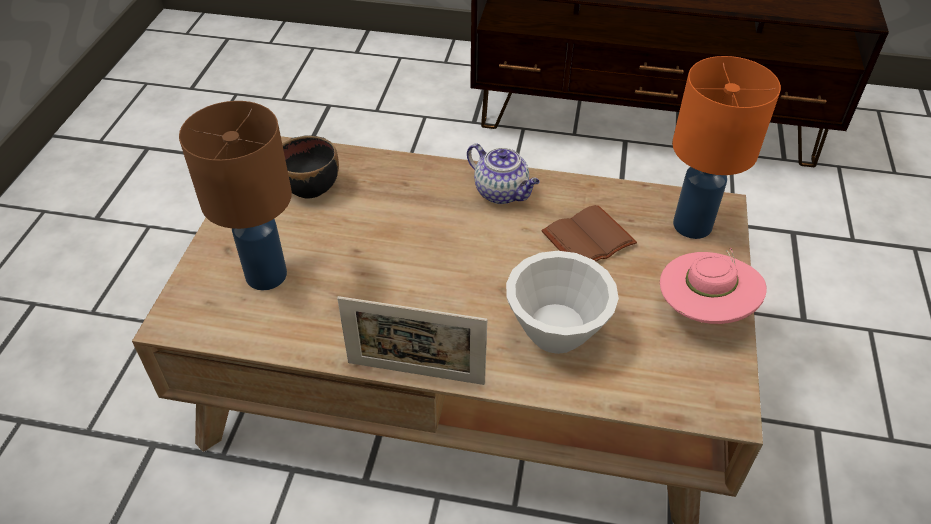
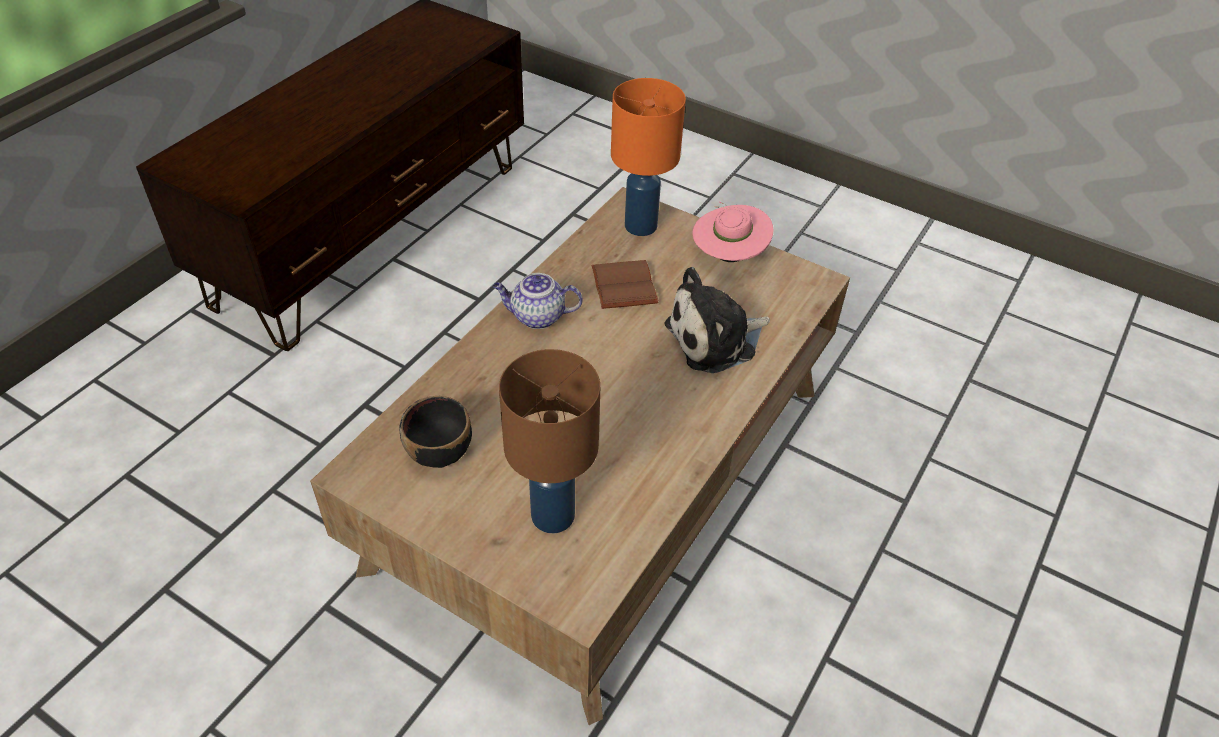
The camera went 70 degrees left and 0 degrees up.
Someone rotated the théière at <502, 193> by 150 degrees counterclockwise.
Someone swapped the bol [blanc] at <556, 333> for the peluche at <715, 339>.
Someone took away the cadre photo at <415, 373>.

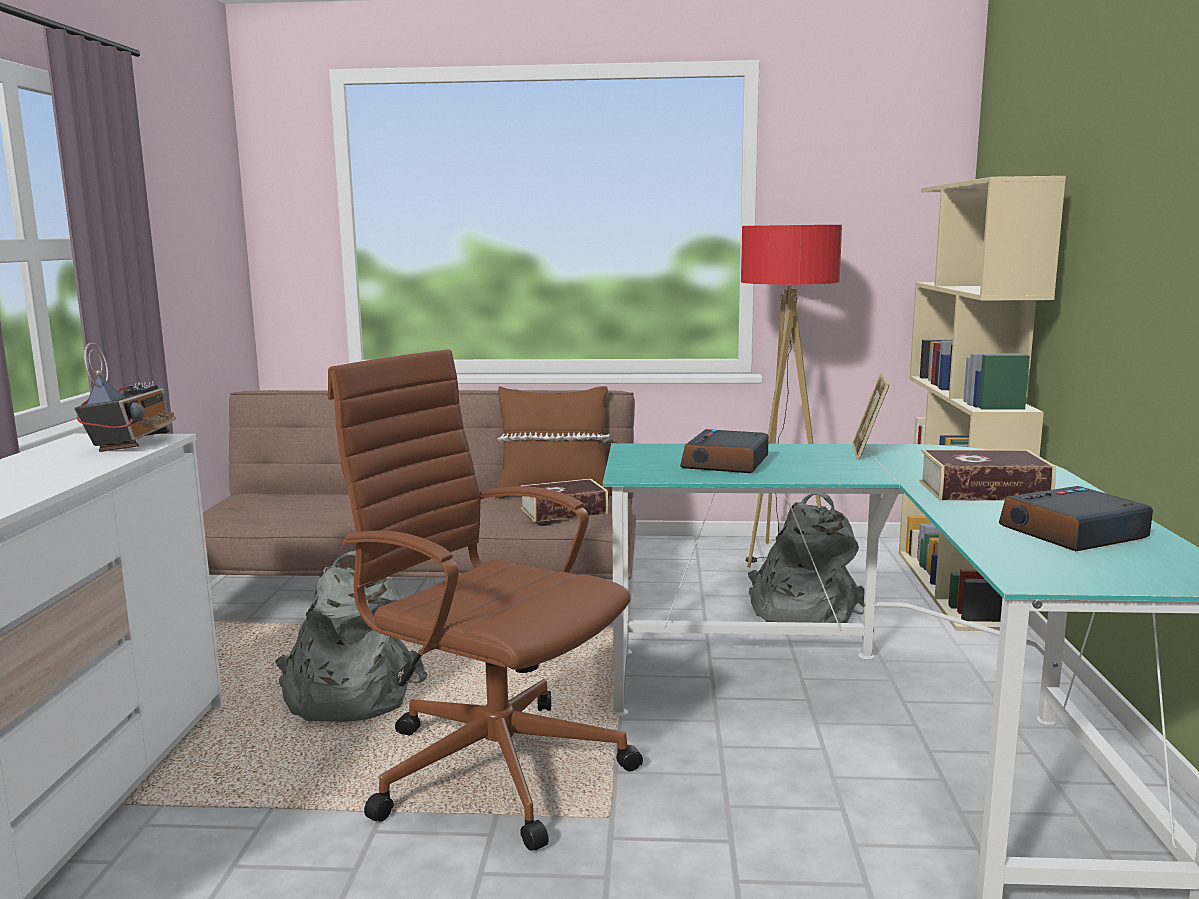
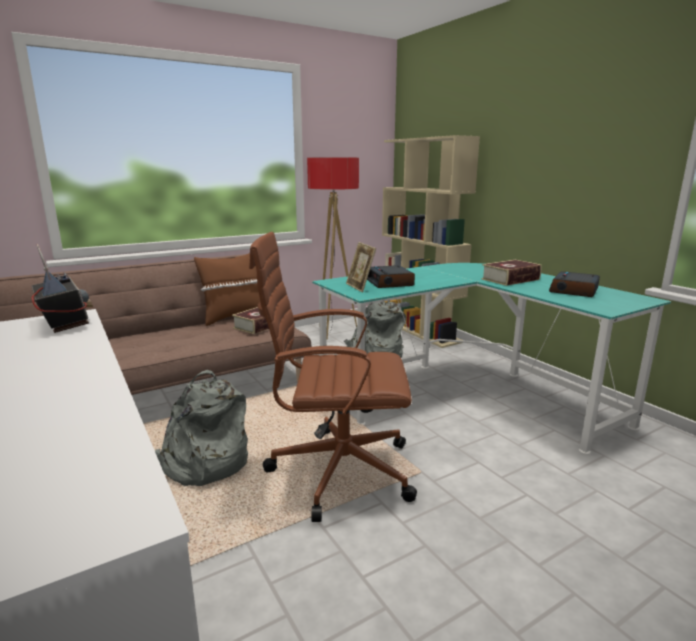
The camera went 35 degrees left and 5 degrees up.
Someone carried the cadre photo from <867, 452> to <360, 287>.

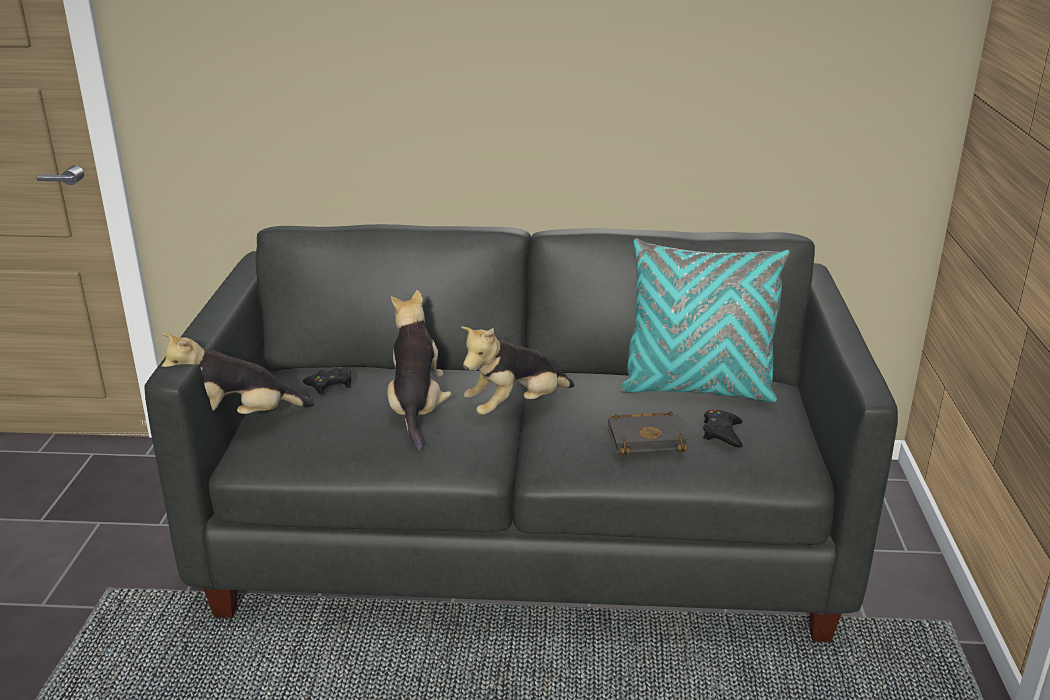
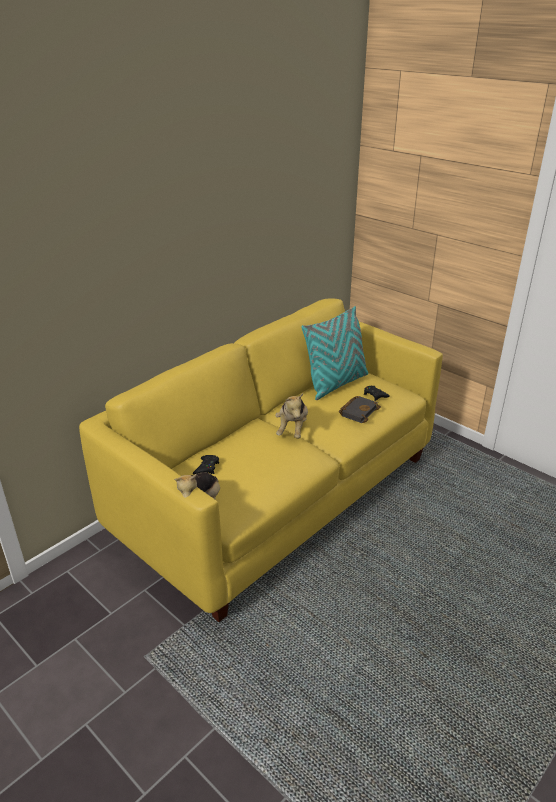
The camera went 50 degrees left and 5 degrees up.
Someone repainted the canapé [gris] at <527, 535>, which became the canapé [jaune] at <278, 494>.
Someone took away the peluche at <417, 409>.

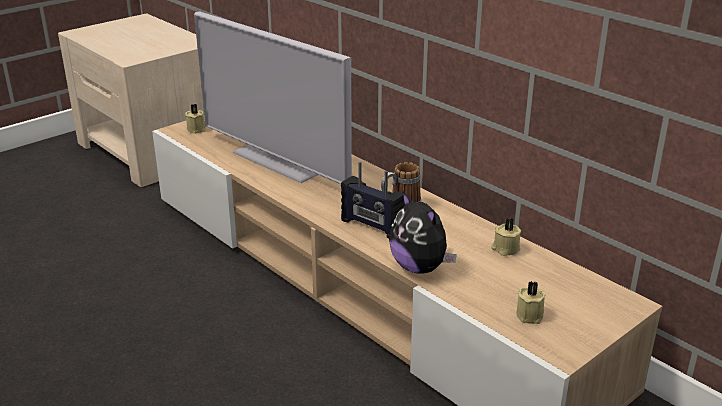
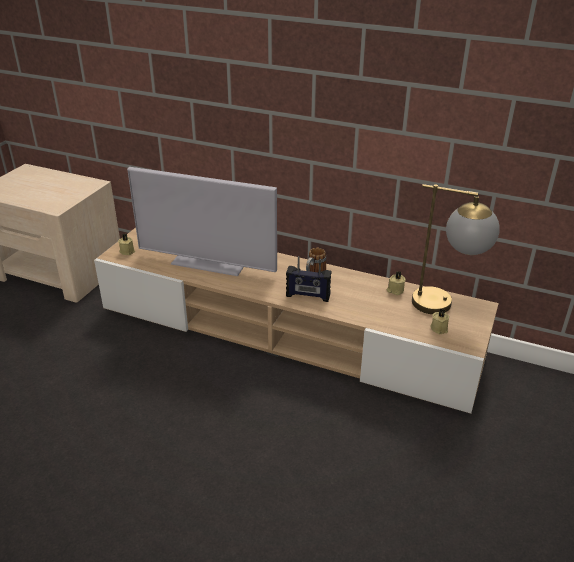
The camera went 25 degrees left and 5 degrees up.
Someone took away the peluche at <420, 267>.
Someone put down the lampe de table at <446, 305>.

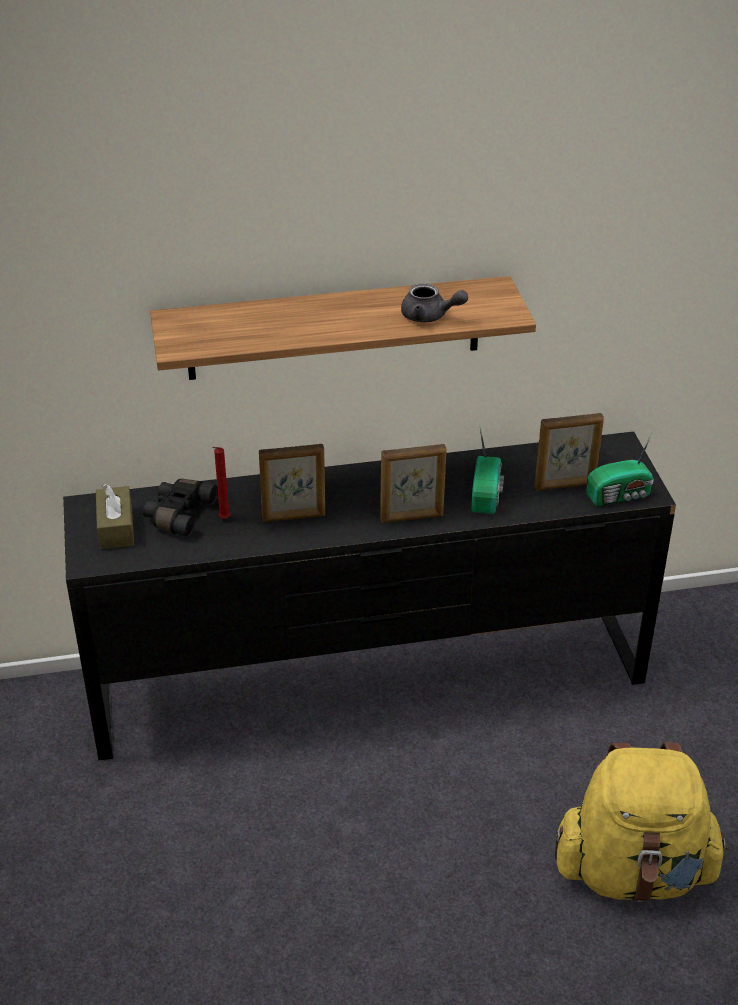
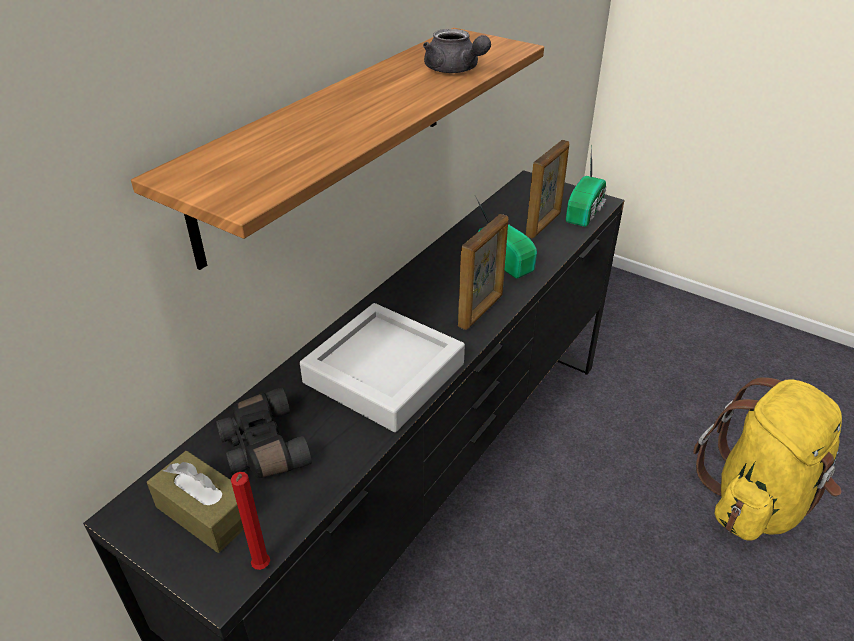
The camera went 45 degrees left and 0 degrees up.
Someone rotated the théière [gris] at <430, 316> by 75 degrees clockwise.
Someone swapped the cadre photo at <294, 517> for the plateau [gris] at <384, 373>.
Someone carried the bougie [rouge] from <223, 519> to <261, 568>.

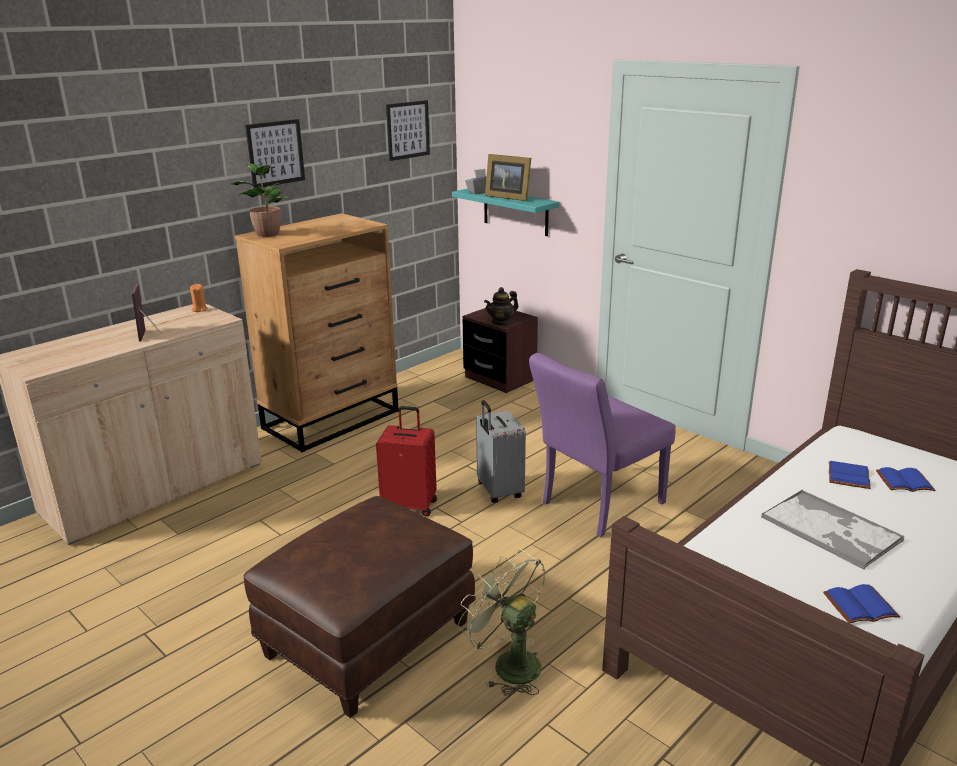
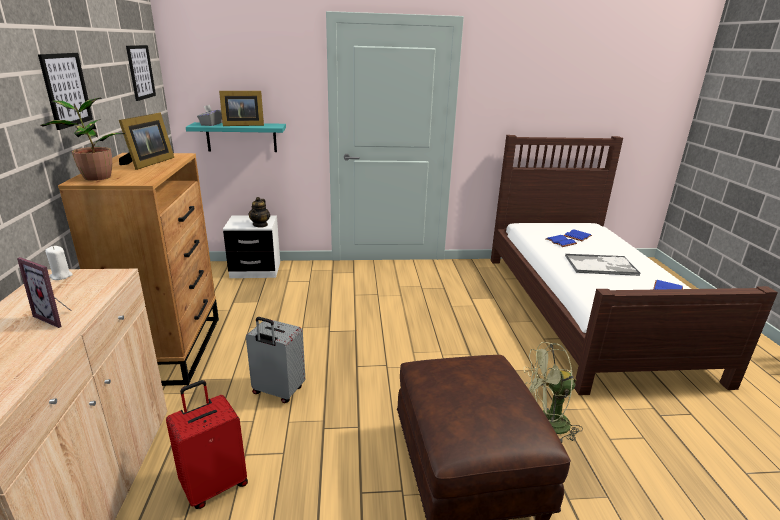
The camera went 50 degrees left and 0 degrees up.
Someone repainted the bougie [orange] at <199, 309>, which became the bougie [blanc] at <61, 276>.
Someone repainted the table de chevet [marron] at <500, 378>, which became the table de chevet [blanc] at <255, 270>.
Someone took away the chaise [violet] at <596, 506>.
Someone carried the valise [gris] from <498, 491> to <277, 391>.
Someone carried the valise [rouge] from <410, 505> to <214, 485>.
Someone put down the cadre photo at <148, 163>.

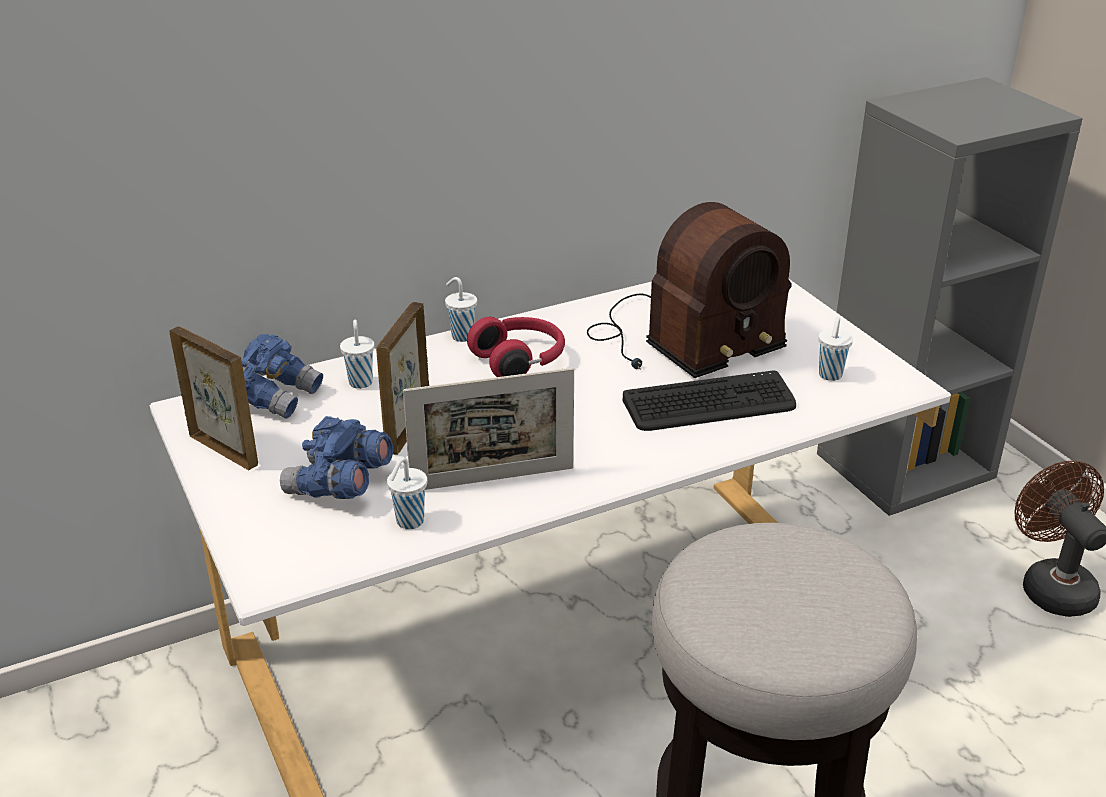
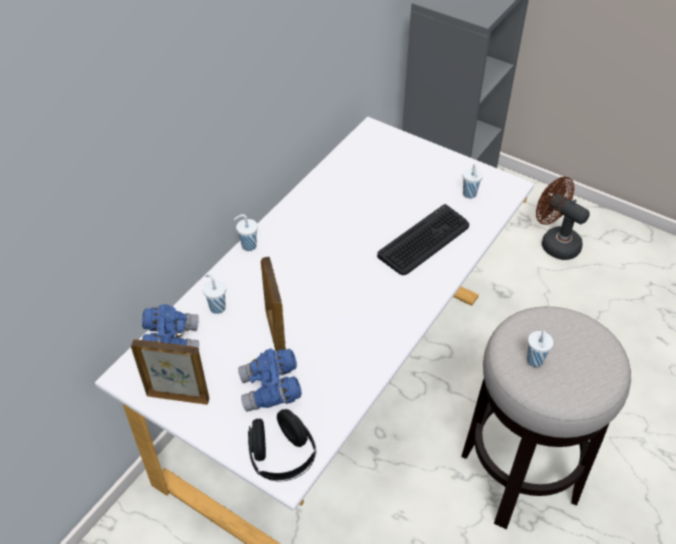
The camera went 30 degrees left and 15 degrees up.
Someone took away the radio at <681, 340>.
Someone took away the casque audio [rouge] at <520, 361>.
Someone took away the cadre photo at <492, 479>.
Someone carried the tasse [blanc] from <409, 522> to <535, 361>.
Someone put down the casque audio [noir] at <281, 457>.

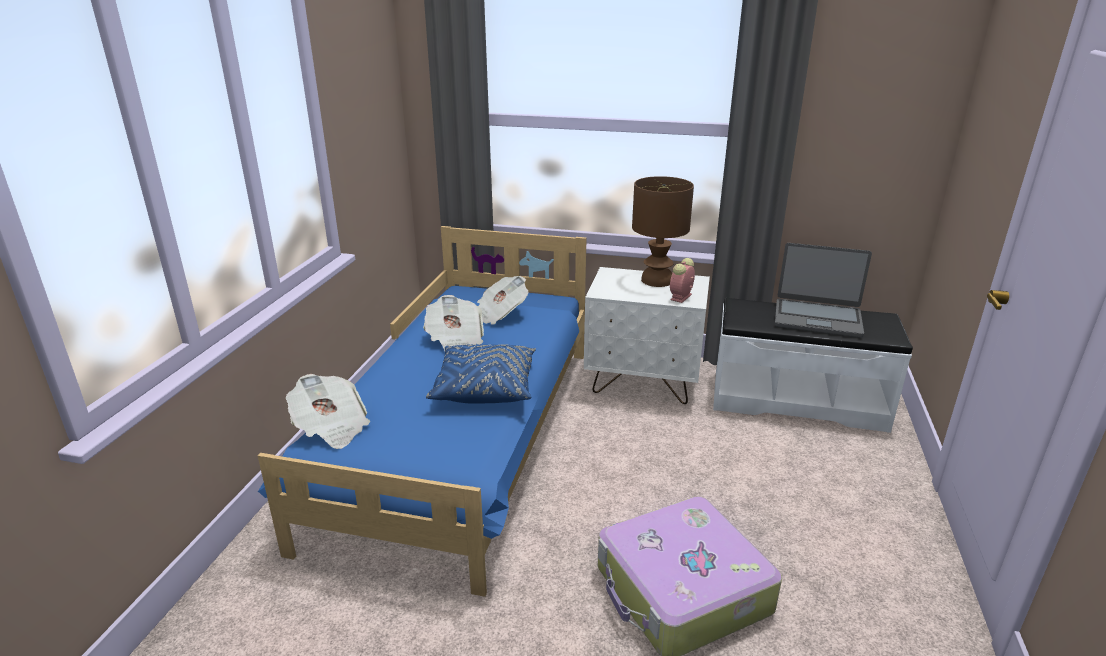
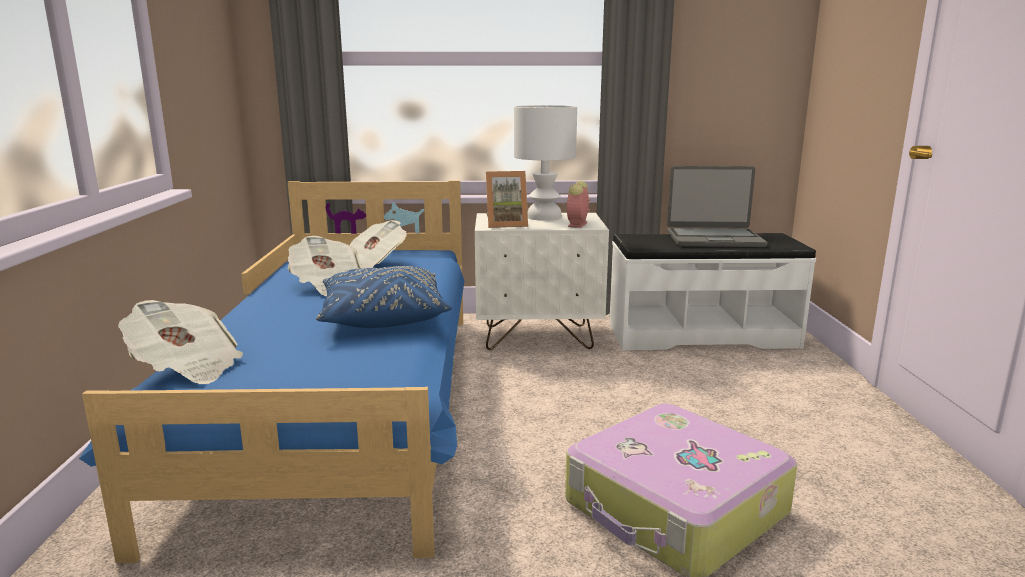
The camera went 15 degrees left and 10 degrees down.
Someone repainted the lampe de table [marron] at <656, 280>, which became the lampe de table [blanc] at <543, 217>.
Someone put down the cadre photo at <506, 224>.

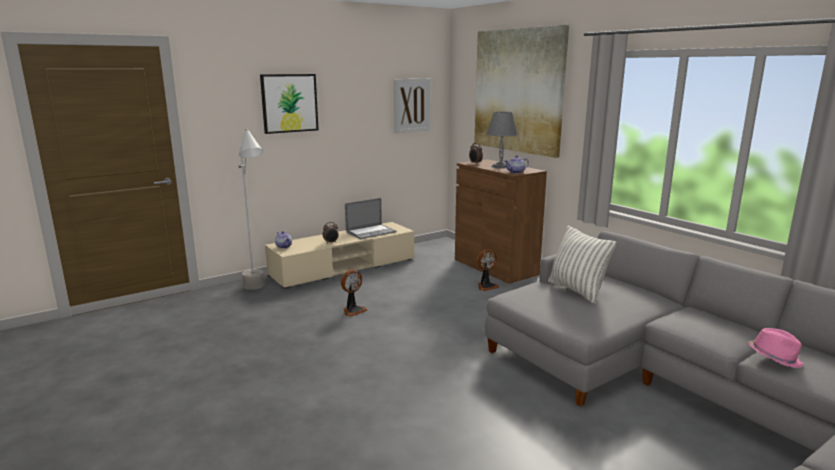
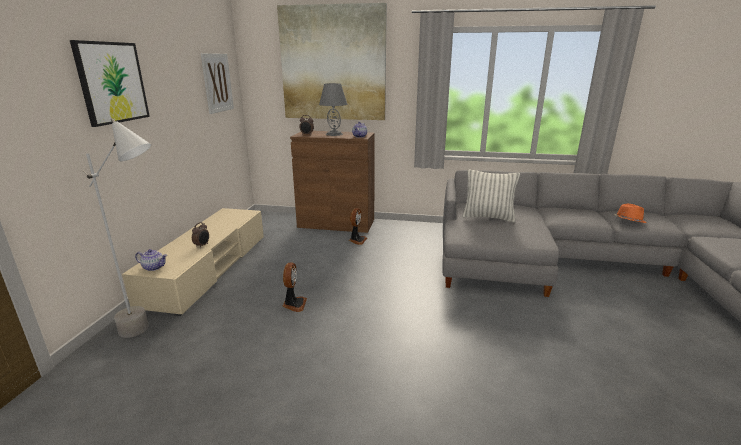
The camera went 45 degrees left and 5 degrees up.
Someone took away the ordinateur portable at <371, 232>.
Someone repainted the chapeau [rose] at <774, 357>, which became the chapeau [orange] at <628, 221>.

